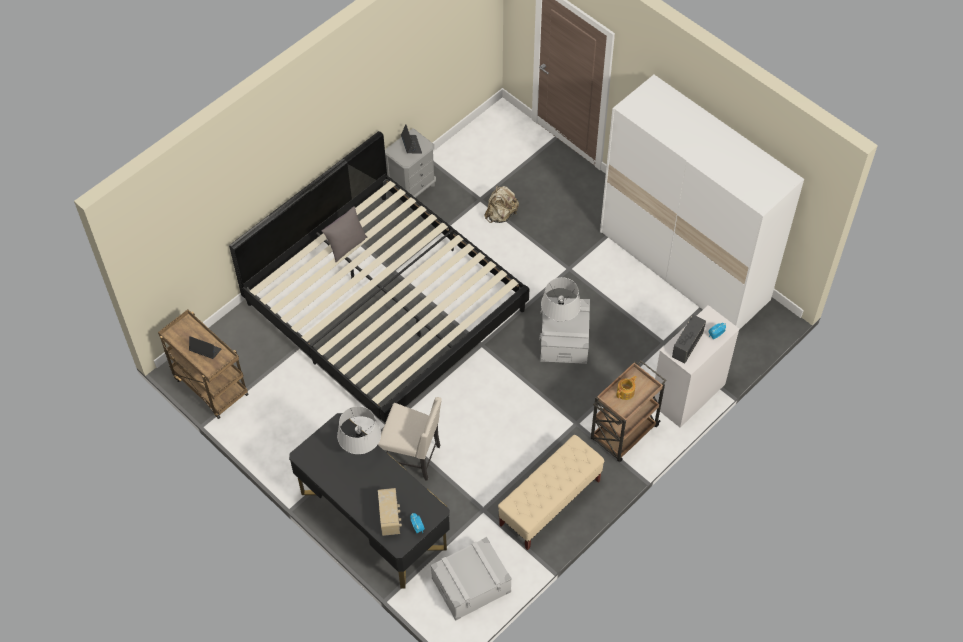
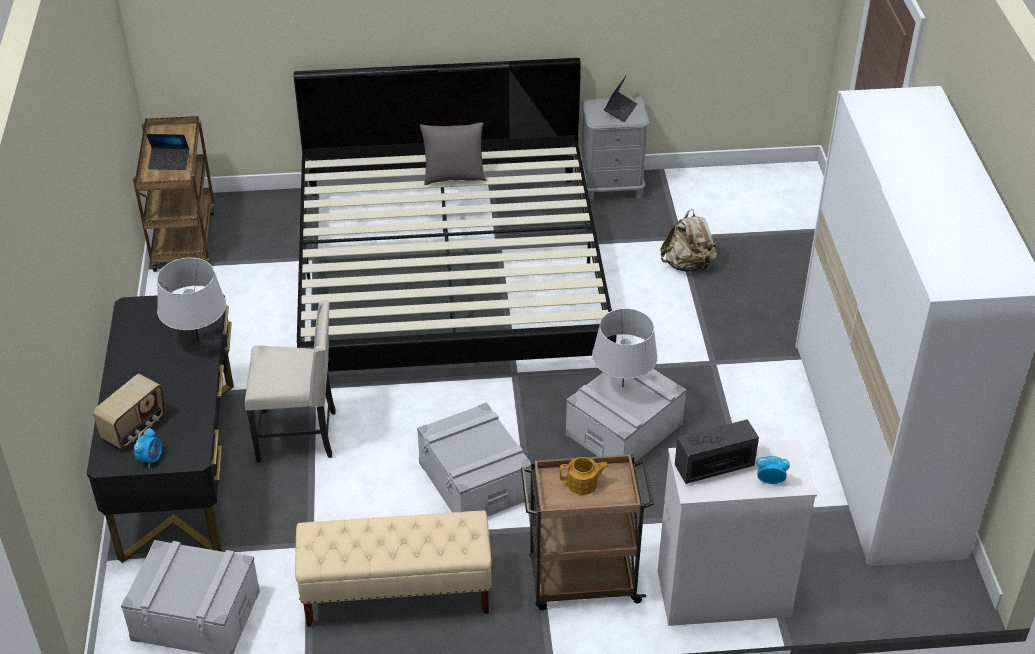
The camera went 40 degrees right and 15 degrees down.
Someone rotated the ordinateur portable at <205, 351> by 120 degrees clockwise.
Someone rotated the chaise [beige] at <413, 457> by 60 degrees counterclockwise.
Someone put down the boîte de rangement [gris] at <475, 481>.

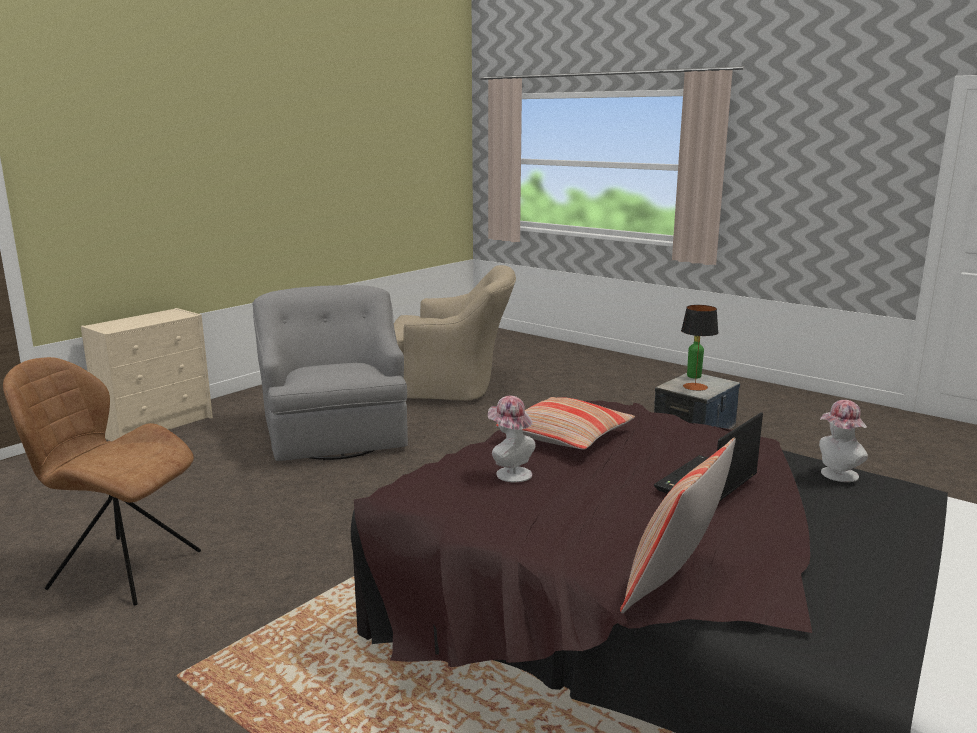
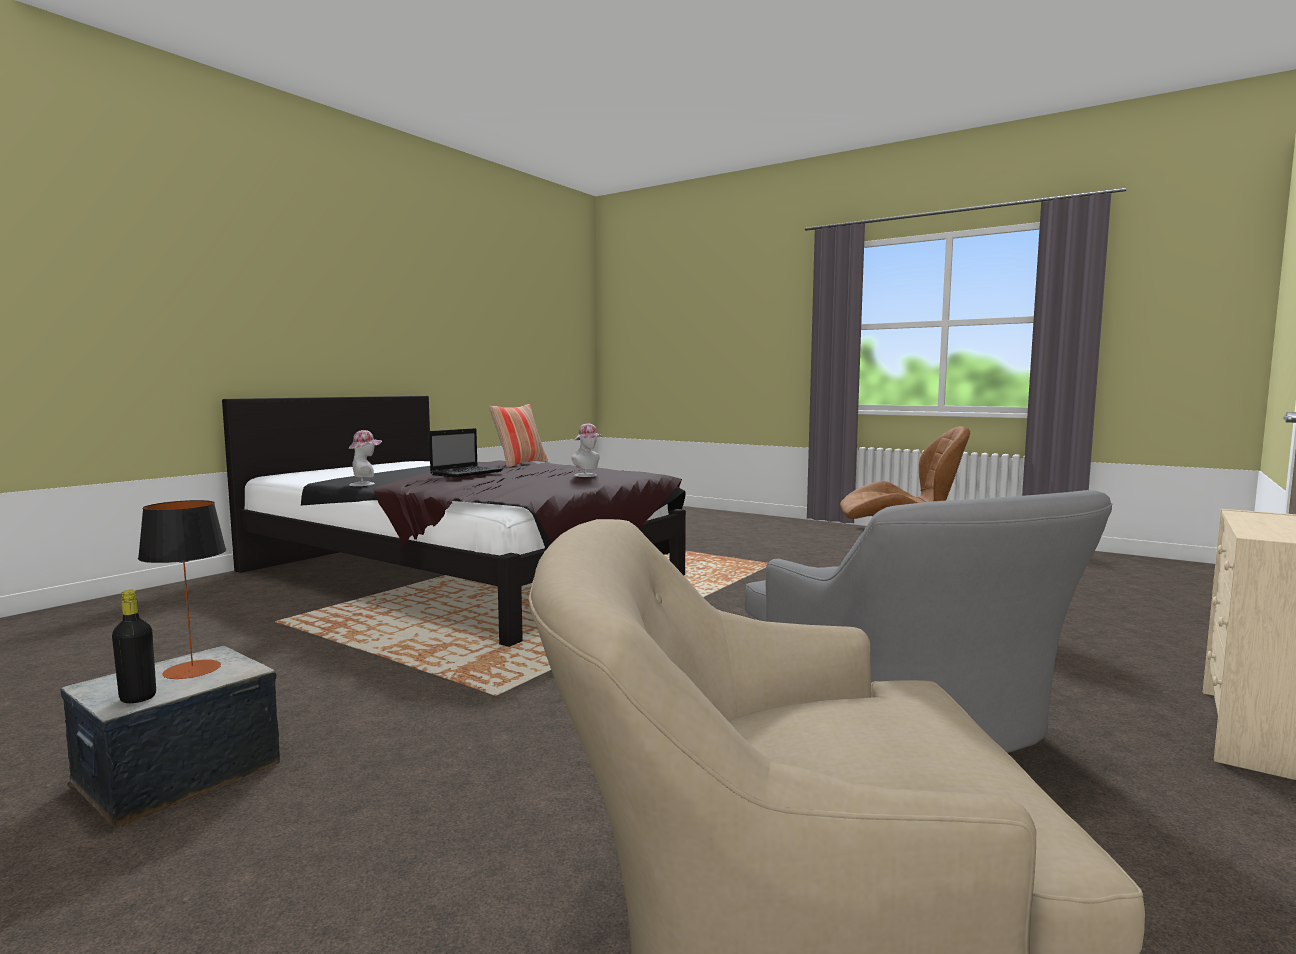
The camera went 175 degrees right and 10 degrees down.
Someone repainted the bouteille [vert] at <694, 377>, which became the bouteille [noir] at <138, 698>.
Someone took away the coussin at <565, 436>.

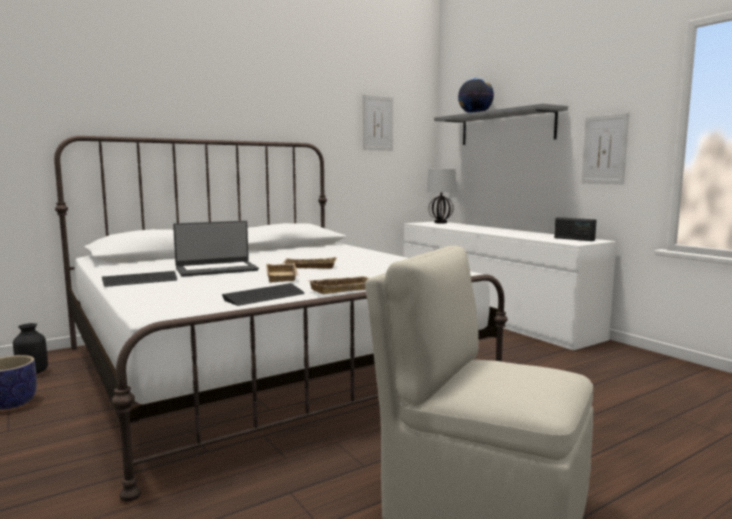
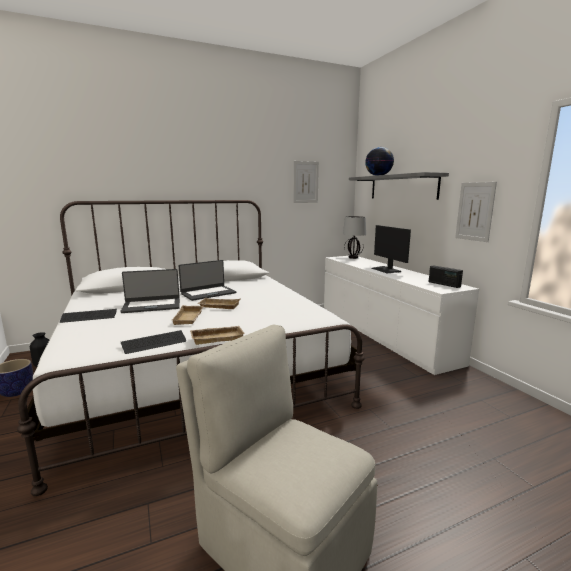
The camera went 10 degrees right and 5 degrees up.
Someone put down the écran d'ordinateur at <386, 270>.
Someone put down the ordinateur portable at <208, 293>.

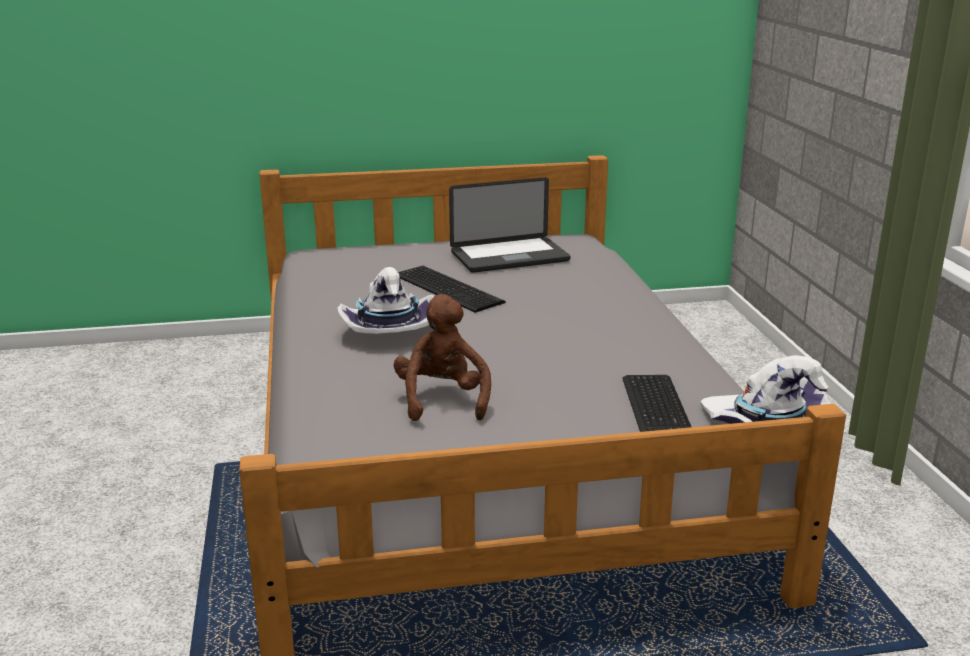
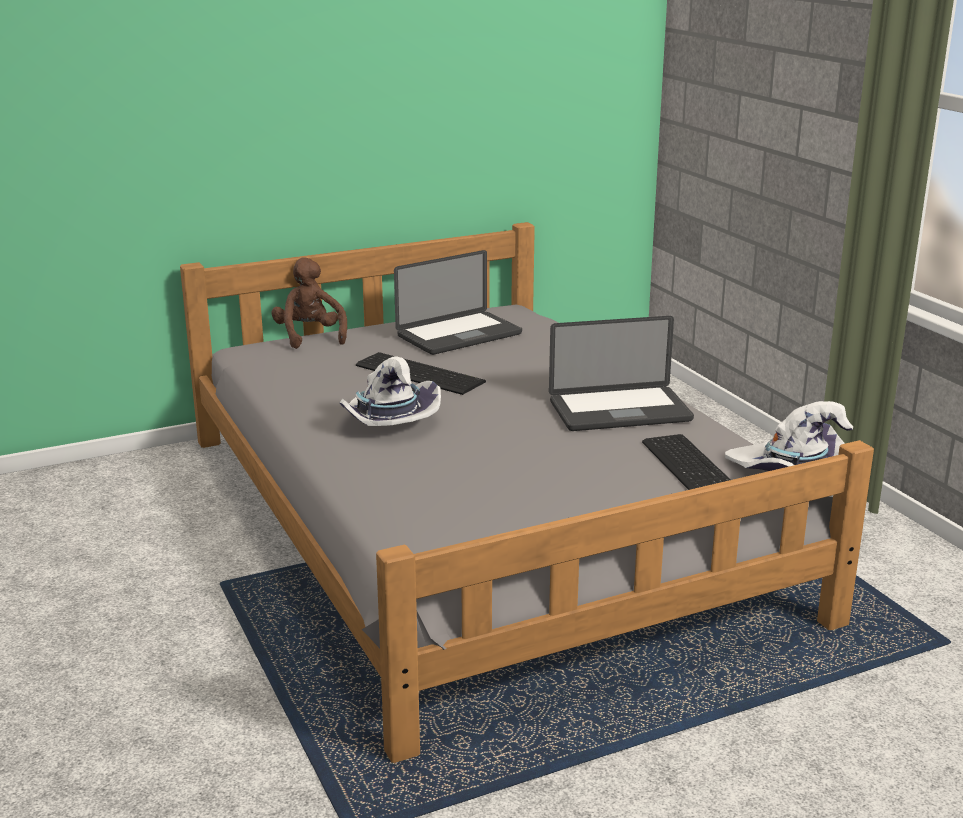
The camera went 15 degrees left and 0 degrees up.
Someone carried the peluche [marron] from <442, 400> to <310, 336>.
Someone put down the ordinateur portable at <620, 411>.

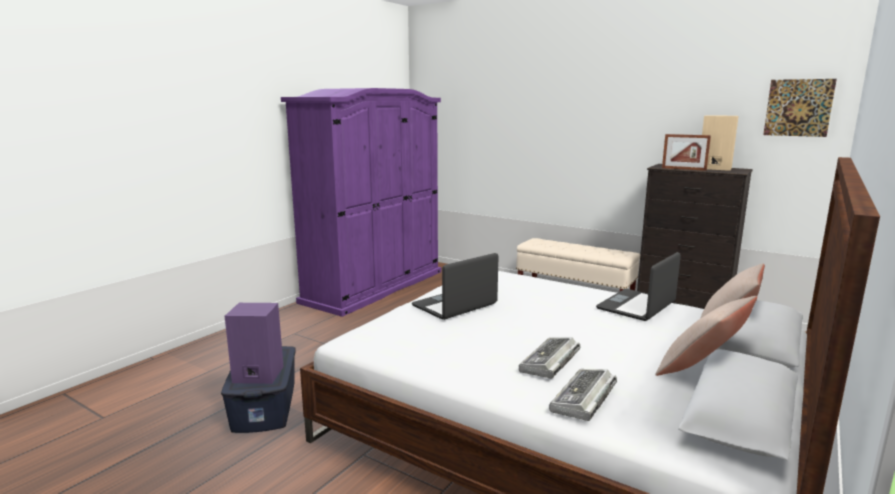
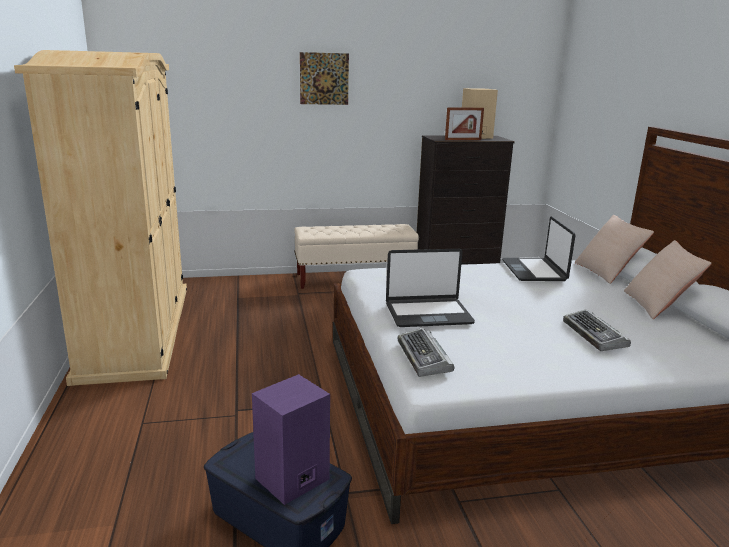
The camera went 45 degrees left and 5 degrees up.
Someone carried the tableau from <798, 107> to <324, 78>.
Someone repainted the armoire [violet] at <374, 286>, which became the armoire [beige] at <136, 329>.
Someone rotated the ordinateur portable at <455, 305> by 105 degrees counterclockwise.
Someone carried the clavier from <583, 399> to <424, 358>.

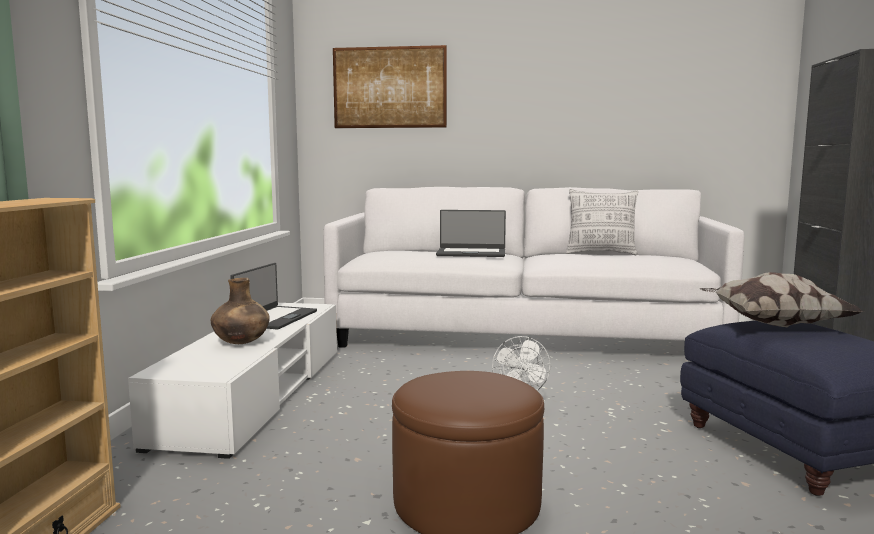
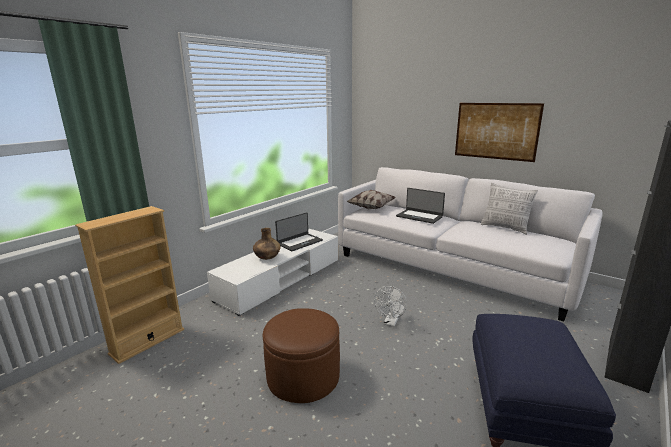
The camera went 30 degrees right and 10 degrees up.
Someone carried the tableau from <389, 87> to <496, 131>.
Someone carried the coussin from <772, 324> to <371, 208>.

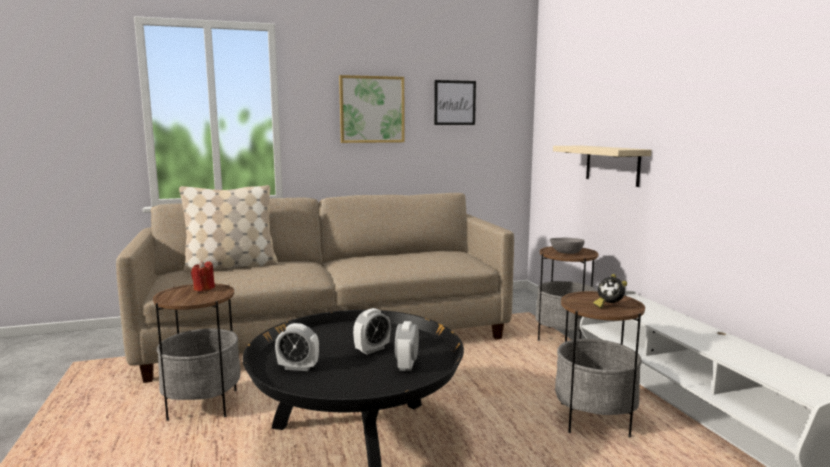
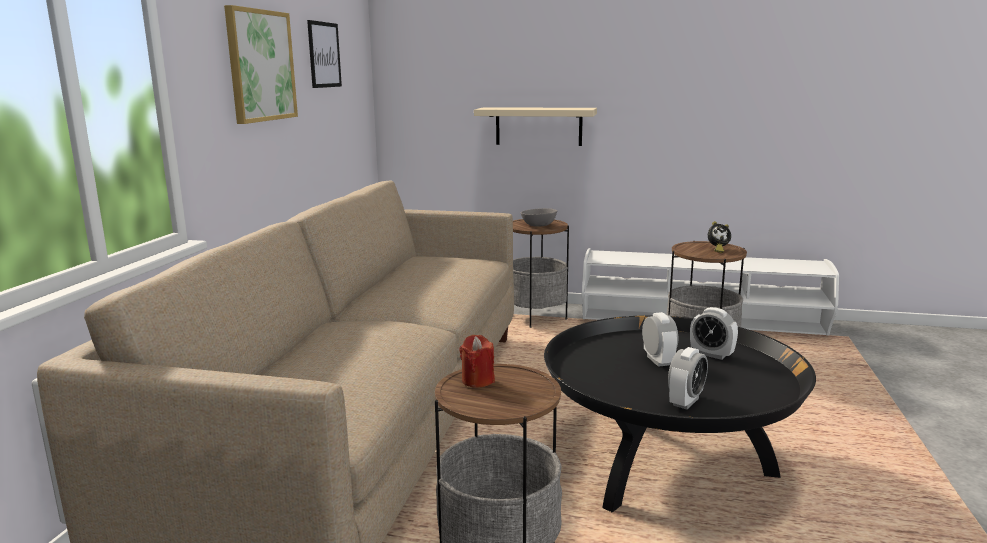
The camera went 60 degrees left and 5 degrees up.
Someone took away the coussin [beige] at <231, 266>.

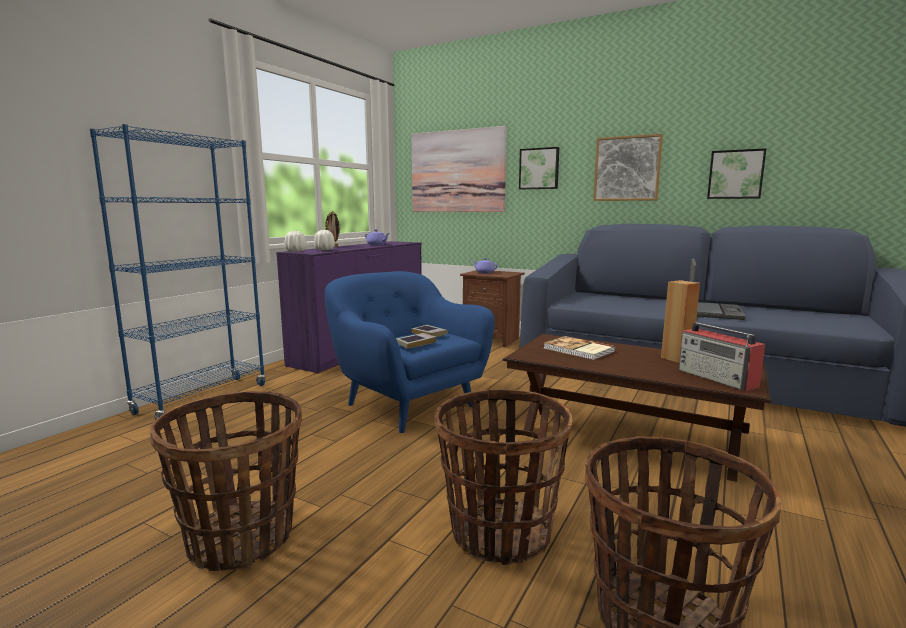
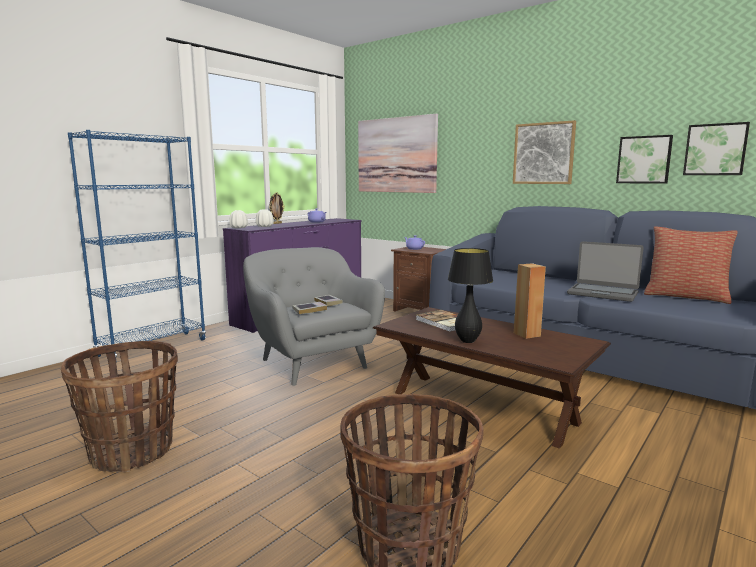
The camera went 10 degrees right and 0 degrees up.
Someone carried the tableau from <539, 168> to <715, 149>.
Someone rotated the ordinateur portable at <713, 312> by 90 degrees clockwise.
Someone repainted the fauteuil [bleu] at <407, 404>, which became the fauteuil [gris] at <312, 362>.
Someone took away the radio at <717, 378>.
Someone took away the panier at <499, 533>.
Someone put down the coussin at <686, 297>.
Someone put down the lampe de table [noir] at <467, 341>.

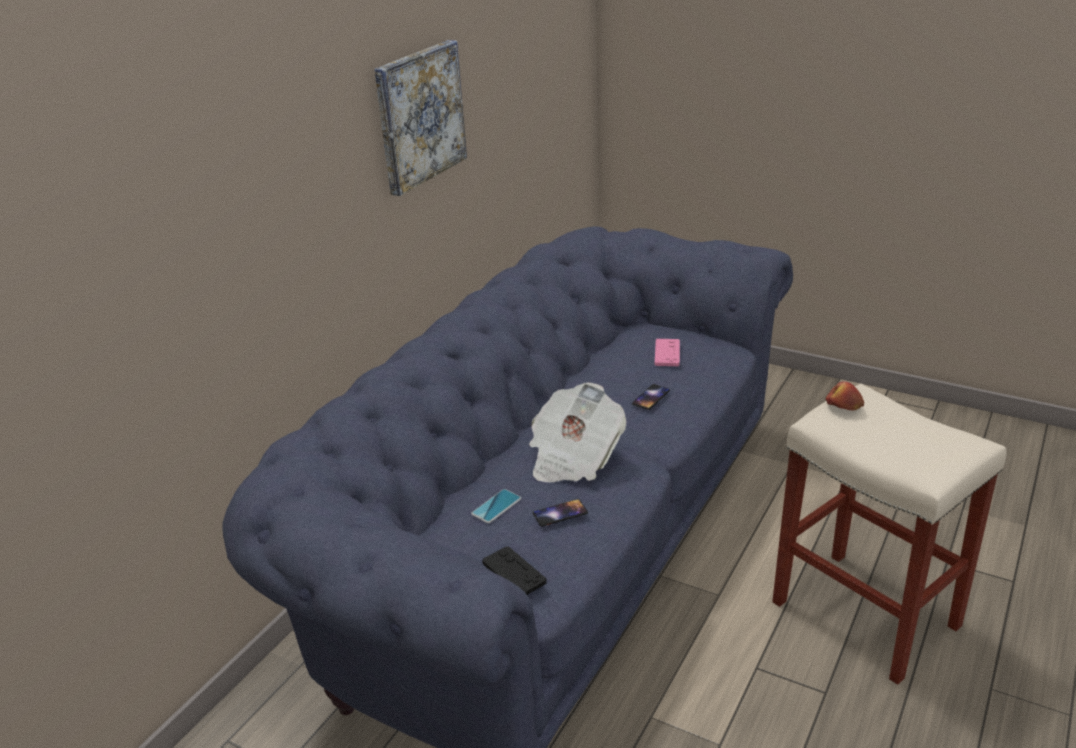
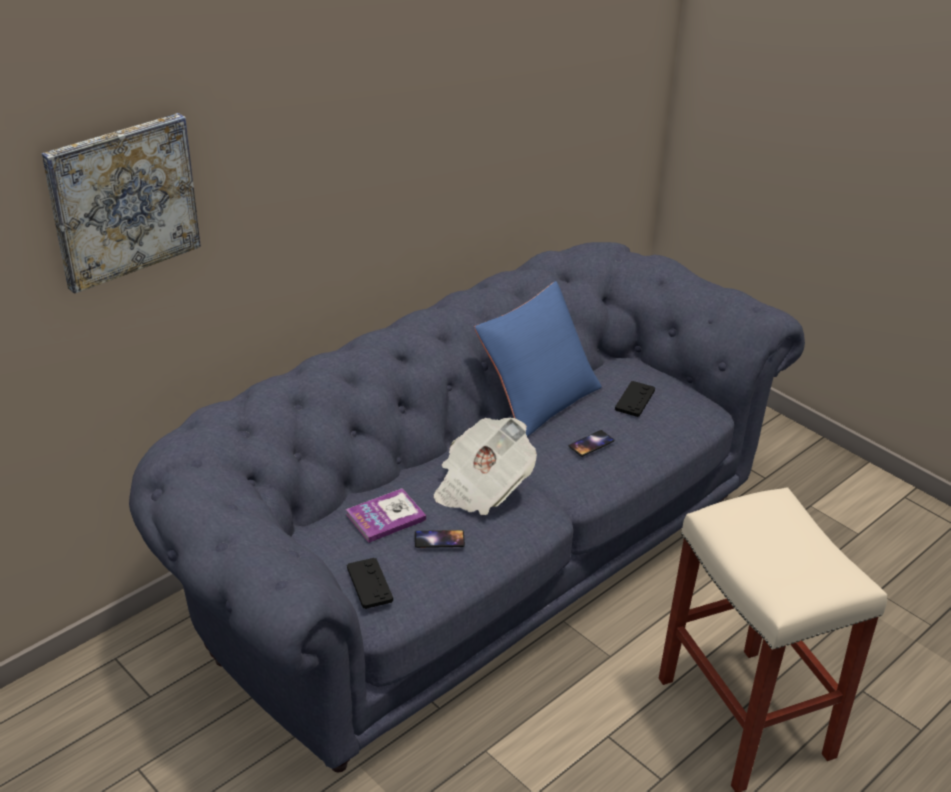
The camera went 15 degrees right and 5 degrees up.
Someone carried the tableau from <419, 116> to <122, 200>.
Someone repainted the manette [rose] at <667, 353>, which became the manette [noir] at <635, 400>.
Someone took away the pomme at <843, 406>.
Someone swapped the téléphone at <496, 506> for the livre at <386, 517>.
Someone put down the coussin [bleu] at <537, 398>.

